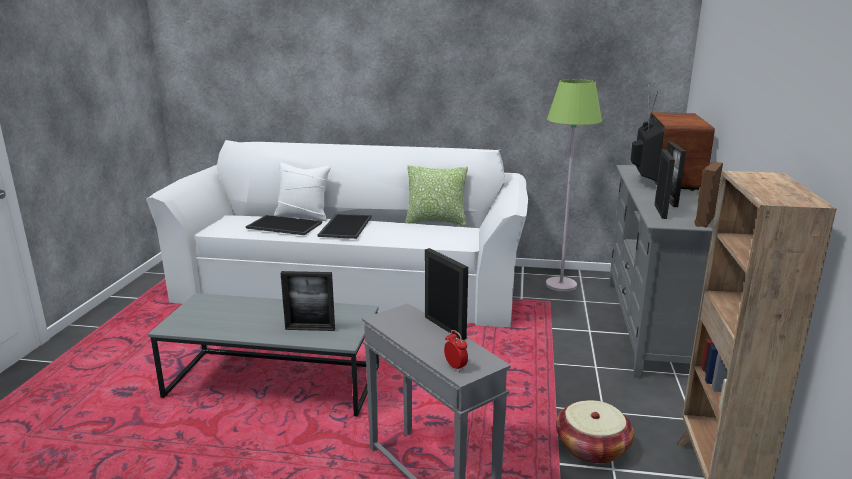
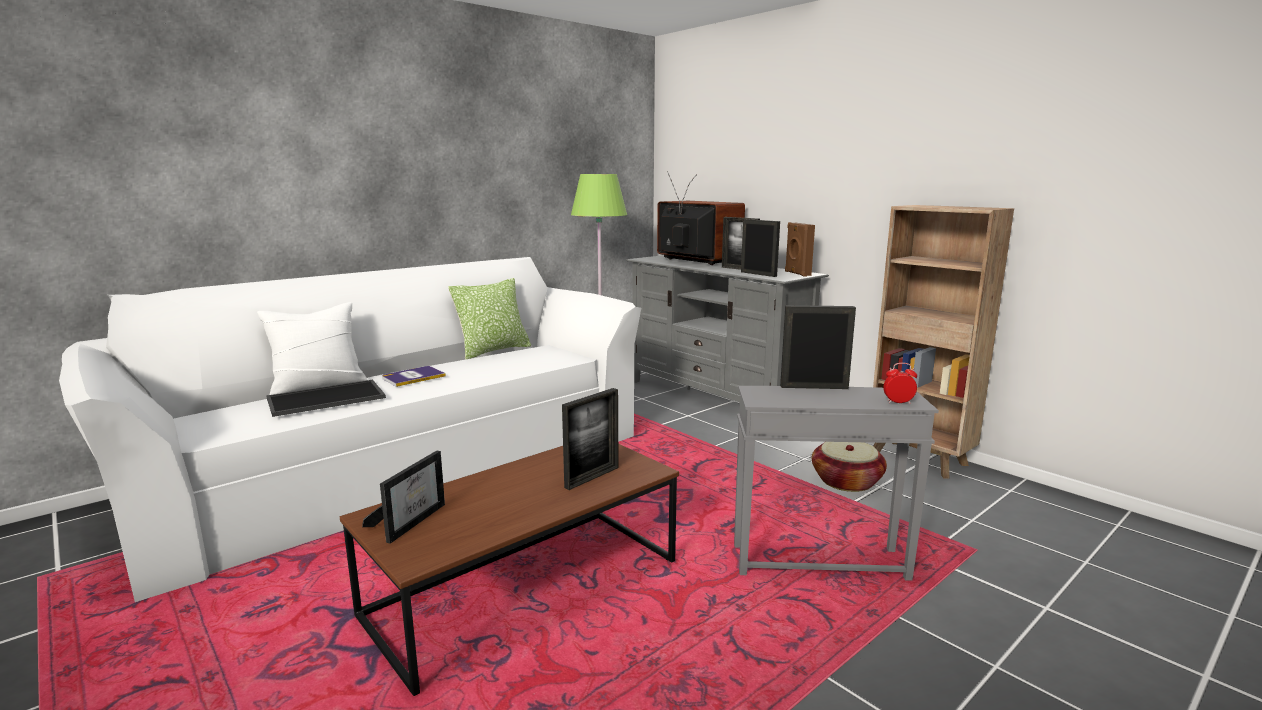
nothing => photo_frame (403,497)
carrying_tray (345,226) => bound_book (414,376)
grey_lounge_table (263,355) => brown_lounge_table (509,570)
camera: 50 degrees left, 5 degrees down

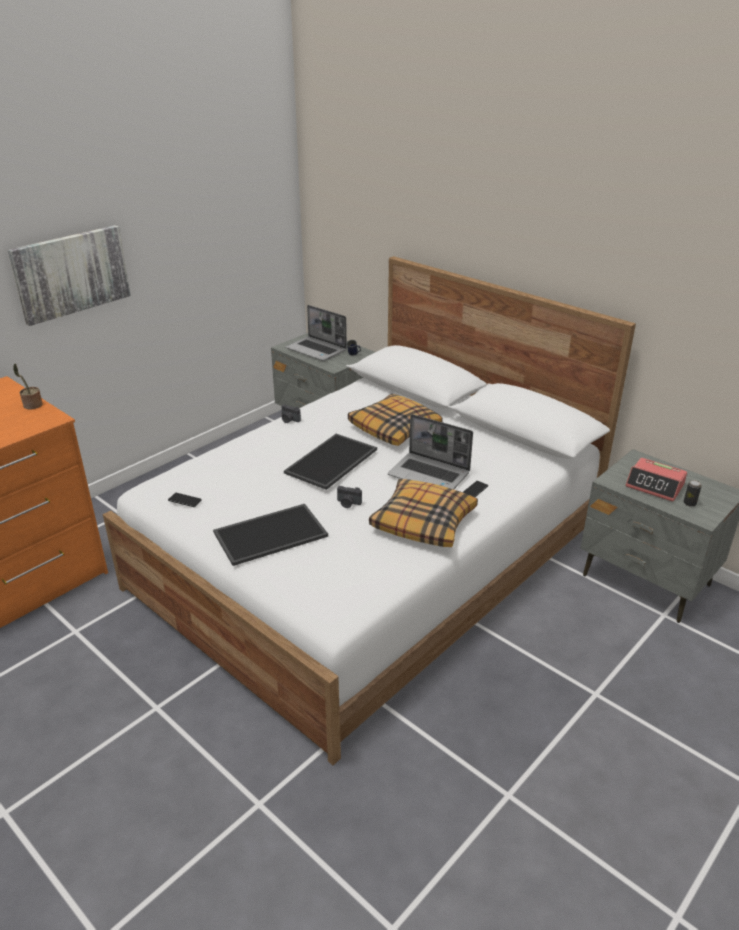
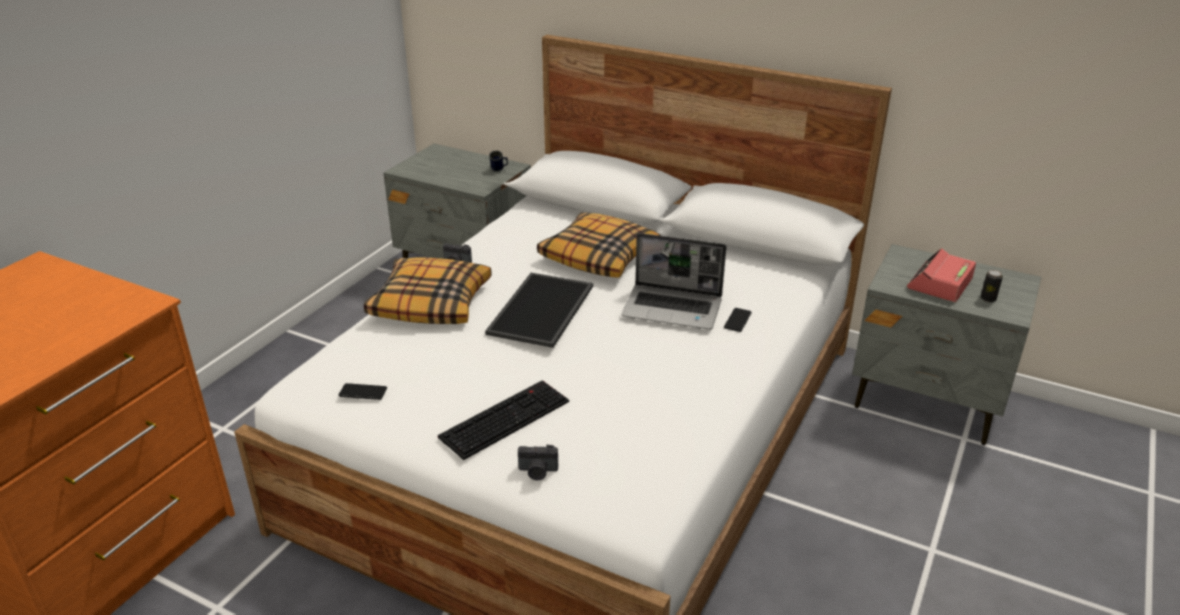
wall_picture (69,275) => nothing
houseplant (28,386) => nothing
laptop (316,333) => nothing
still_camera (349,497) => still_camera (538,462), shifted
cushion (423,513) => cushion (428,290), shifted
carrying_tray (270,535) => keyboard (503,420)
table_clock (656,480) => table_clock (941,275), 105 degrees clockwise
camera: 15 degrees left, 0 degrees up

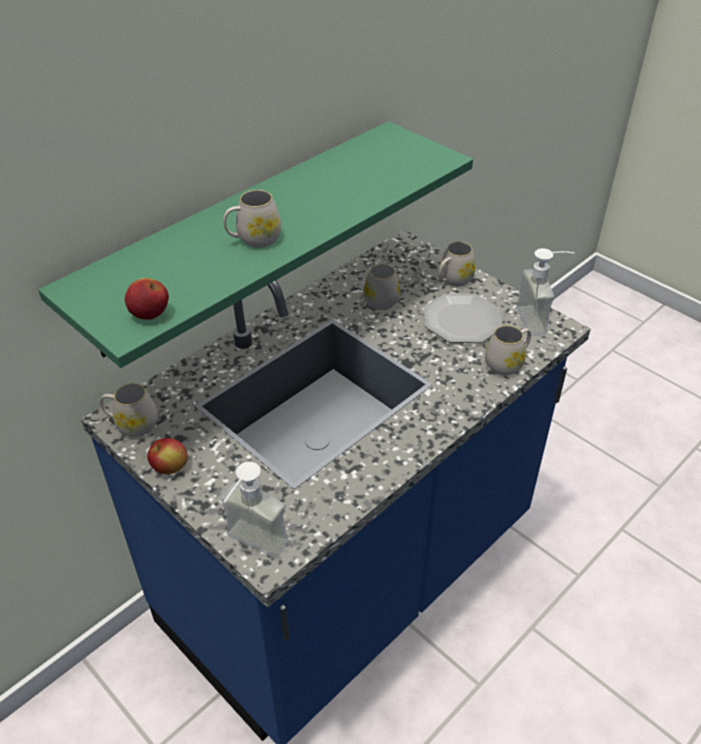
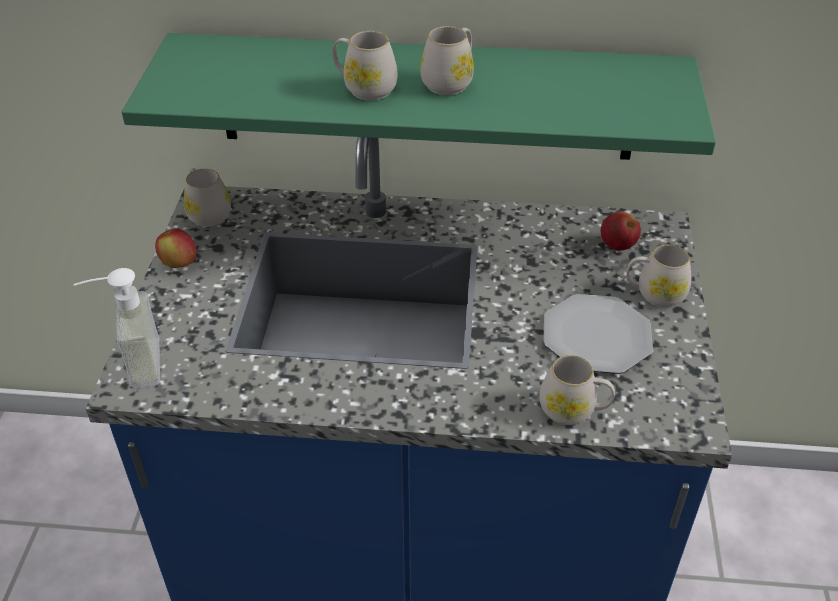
soap_dispenser (545,292) => nothing
apple (147,299) => apple (621,231), shifted
white_mug (382,286) => white_mug (447,60), shifted
camera: 50 degrees right, 0 degrees up

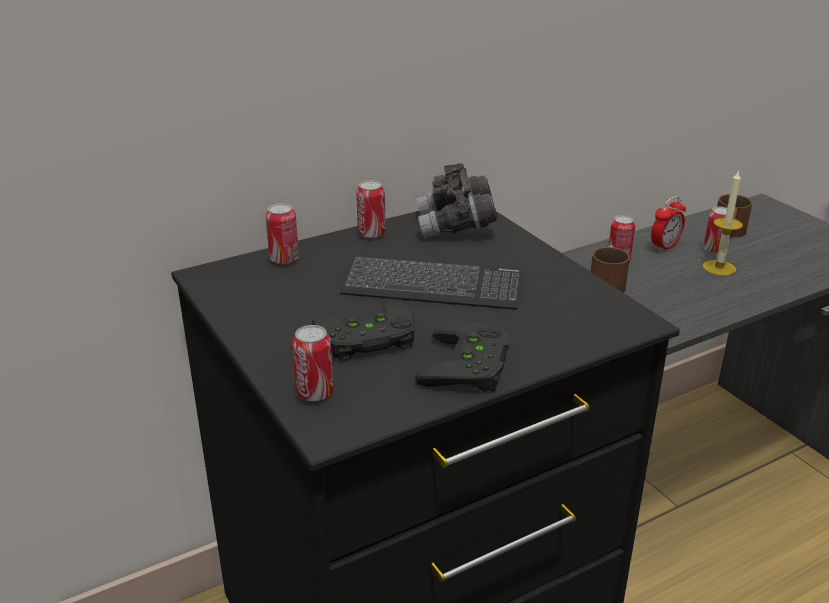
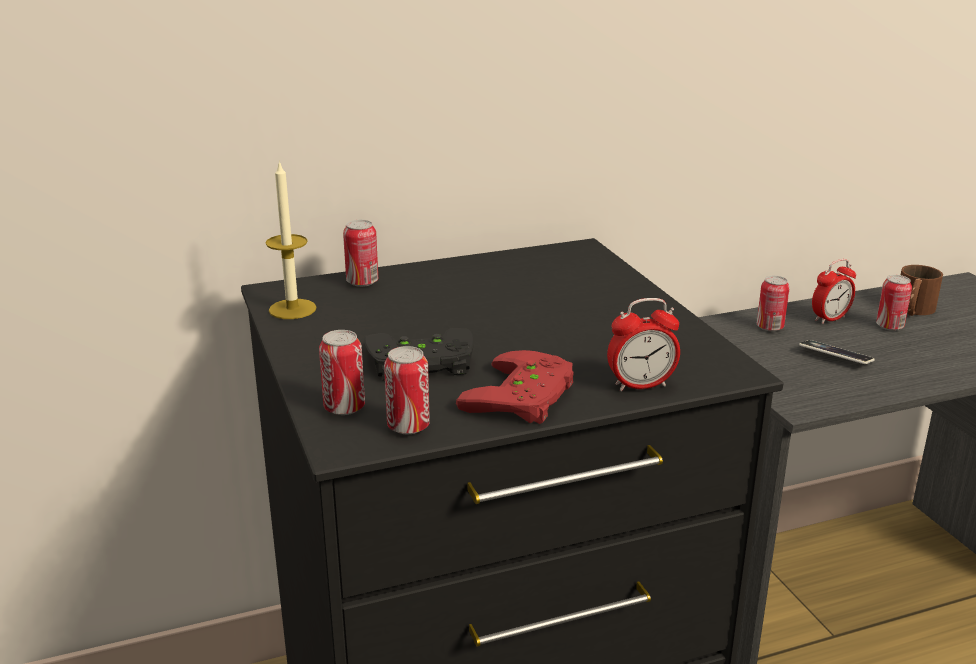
keyboard (431,282) => nothing
grey_binoculars (457,200) => nothing
brown_mug (610,268) => nothing
nothing => table_clock (643,344)
nothing => phone (837,352)
can (371,209) => can (407,390), shifted
wax_candle (723,223) => wax_candle (291,239), shifted
black_game_controller (462,356) => red-coloured_game_controller (515,387)
camera: 10 degrees right, 5 degrees down

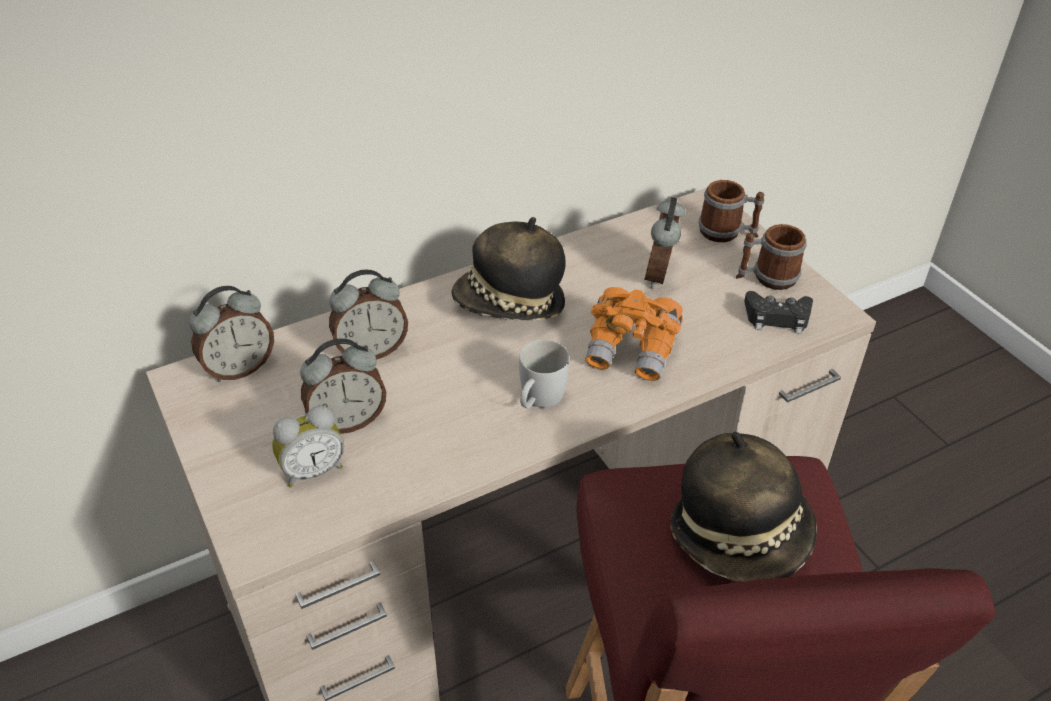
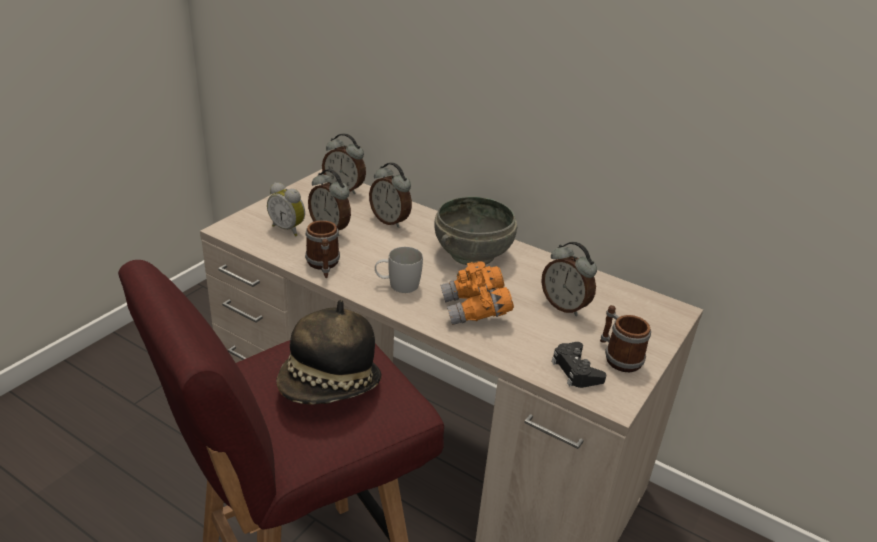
mug (731,211) => mug (322,249), shifted
wearable_hat (509,269) => grey_bowl (475,230)
table_clock (664,243) => table_clock (569,279), 120 degrees counterclockwise
camera: 60 degrees right, 10 degrees down

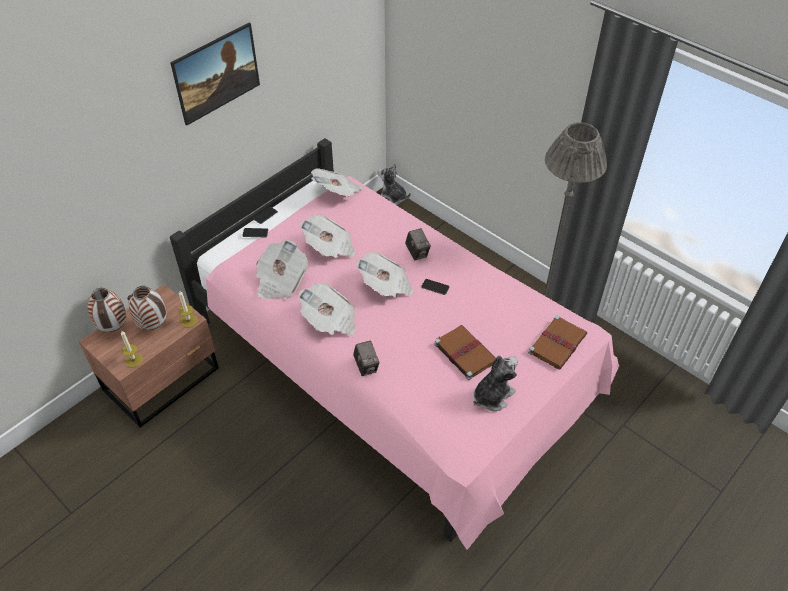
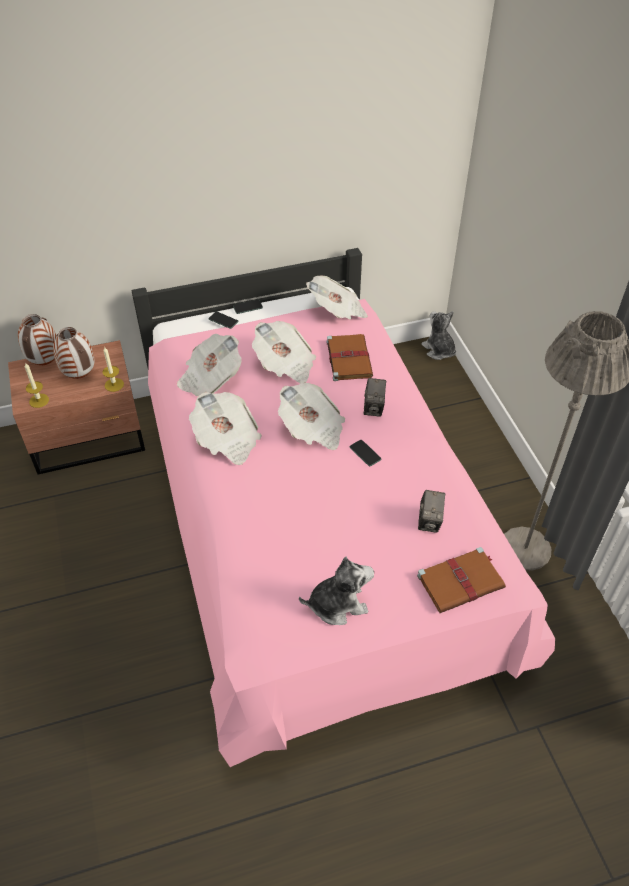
wall_picture (215,74) => nothing
still_camera (366,358) => still_camera (432,511), shifted
brown_bound_book (465,352) => brown_bound_book (349,357), shifted
camera: 30 degrees right, 0 degrees up

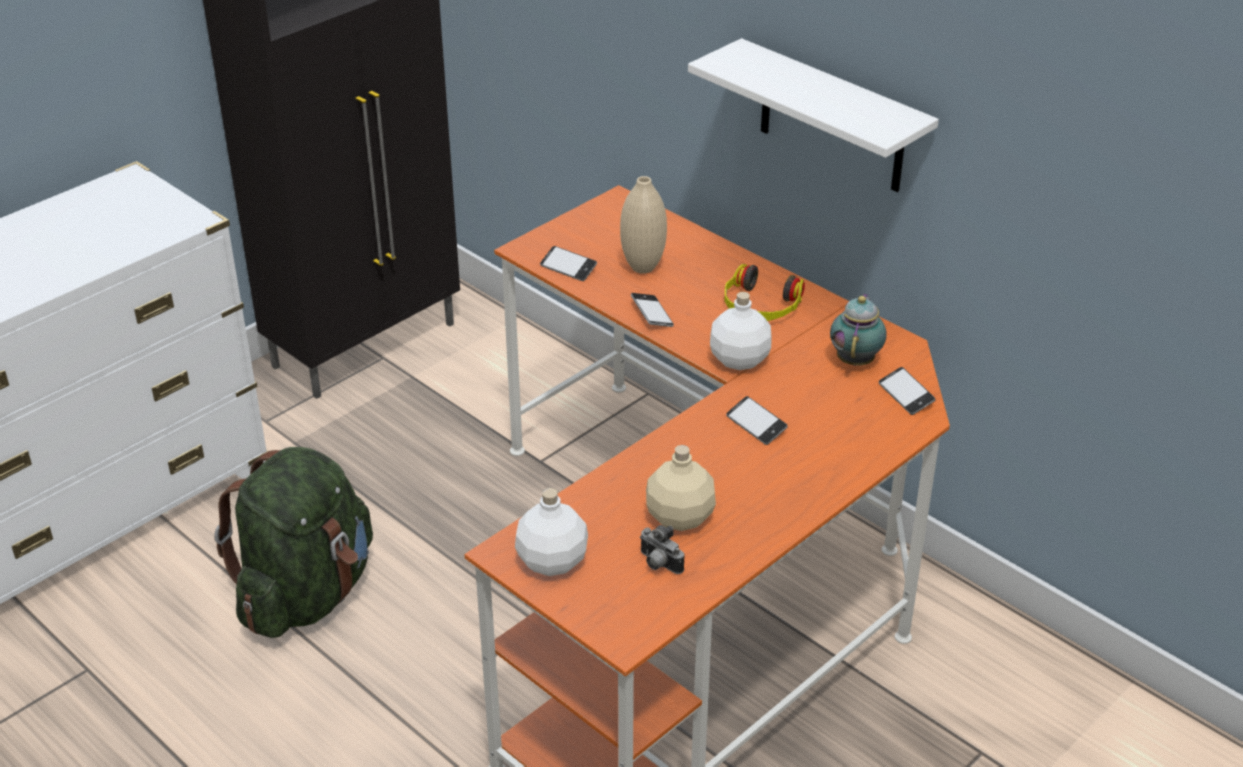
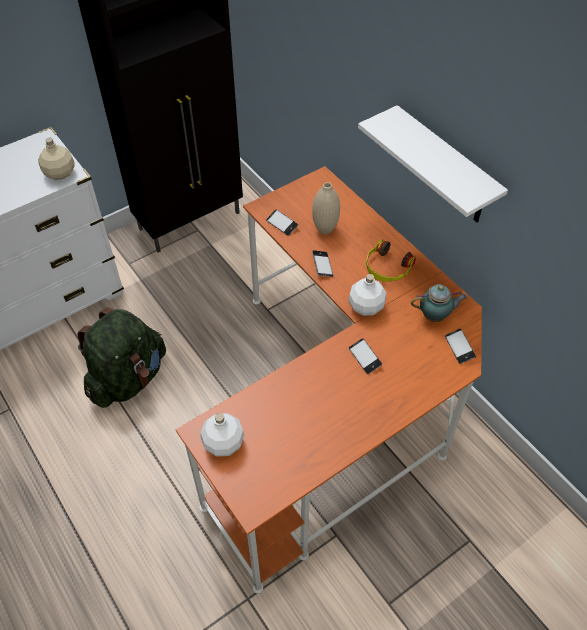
still_camera (662,549) => nothing
beige-coloured_beverage_bottle (681,488) => beige-coloured_beverage_bottle (56,159), shifted
teapot (858,329) => teapot (439,303), 60 degrees clockwise
camera: 10 degrees right, 15 degrees up

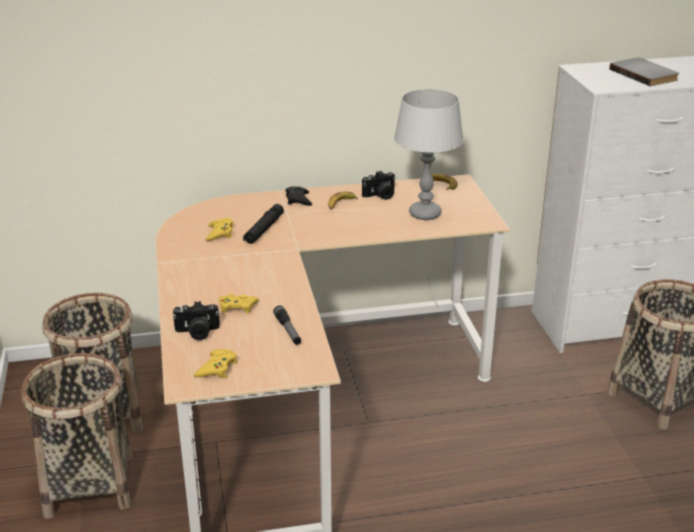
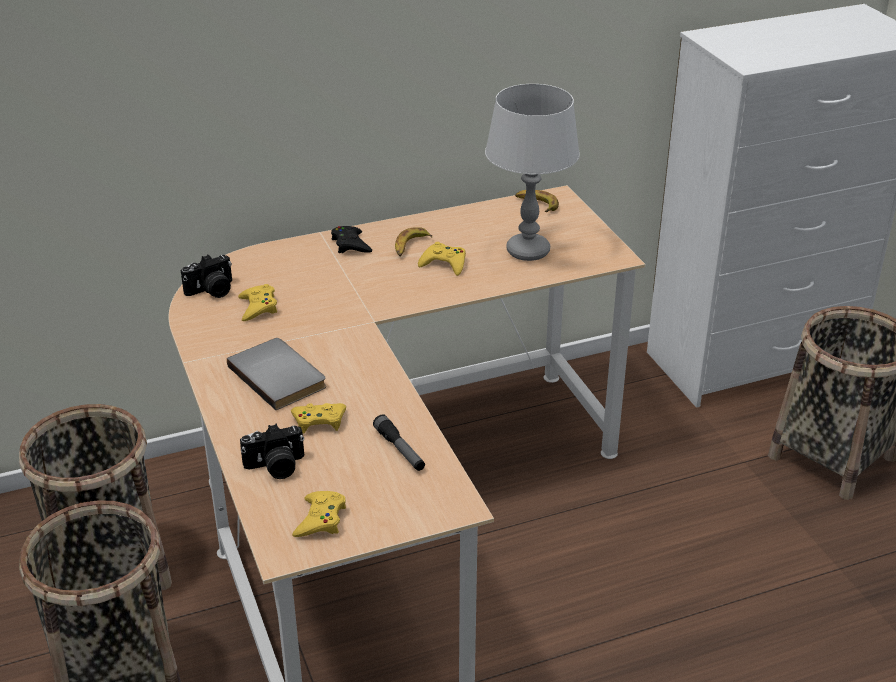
black_torch (263,224) => nothing
nothing => yellowish_game_controller (442,259)
still_camera (379,185) => still_camera (206,276), shifted
grey_bound_book (644,72) => grey_bound_book (276,374), shifted
camera: 10 degrees left, 5 degrees up

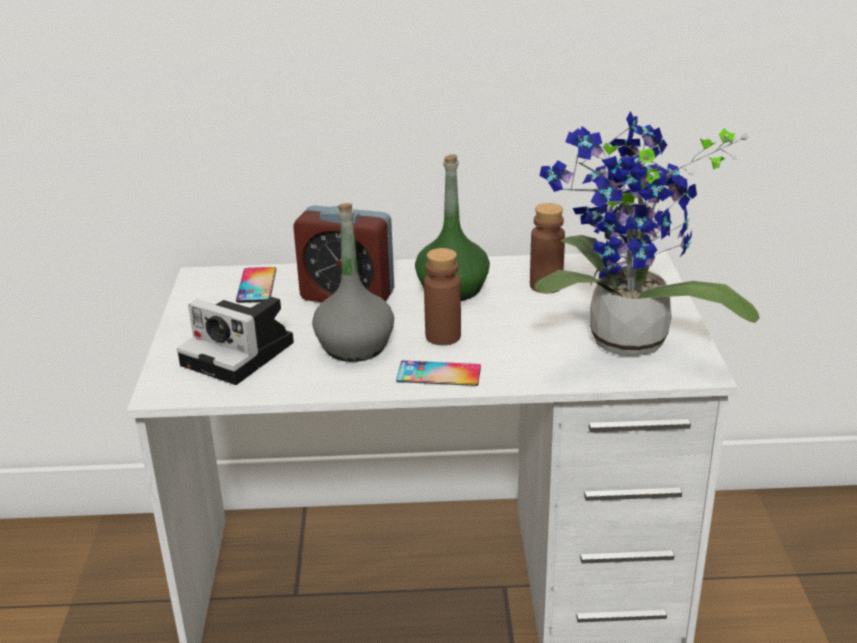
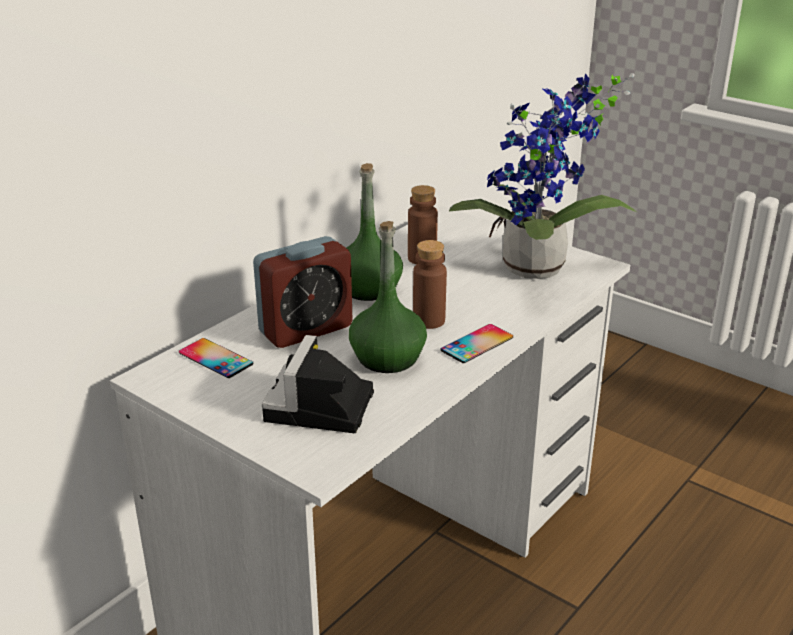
grey_beverage_bottle (353,282) => green_beverage_bottle (388,297)
still_camera (235,341) => still_camera (318,384), 120 degrees clockwise
camera: 50 degrees left, 0 degrees up

